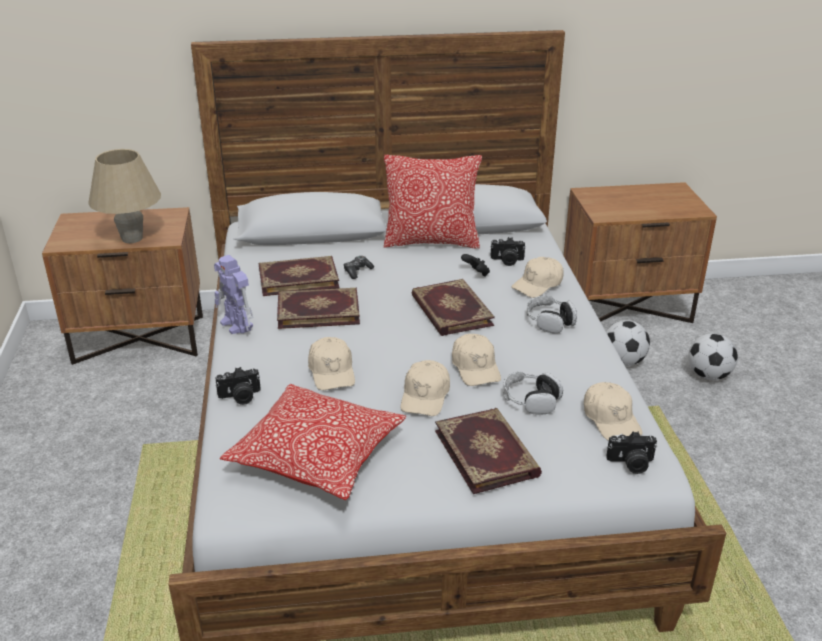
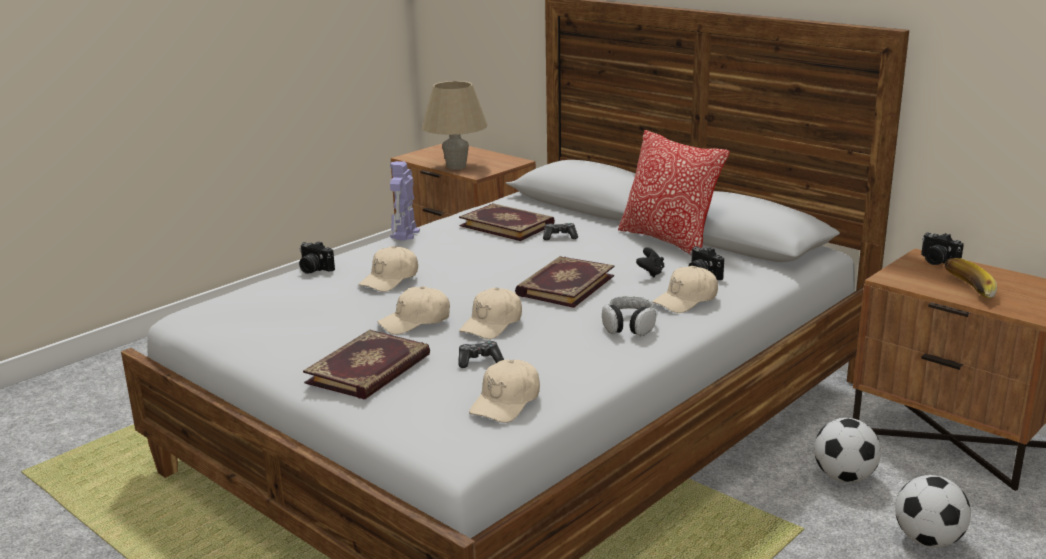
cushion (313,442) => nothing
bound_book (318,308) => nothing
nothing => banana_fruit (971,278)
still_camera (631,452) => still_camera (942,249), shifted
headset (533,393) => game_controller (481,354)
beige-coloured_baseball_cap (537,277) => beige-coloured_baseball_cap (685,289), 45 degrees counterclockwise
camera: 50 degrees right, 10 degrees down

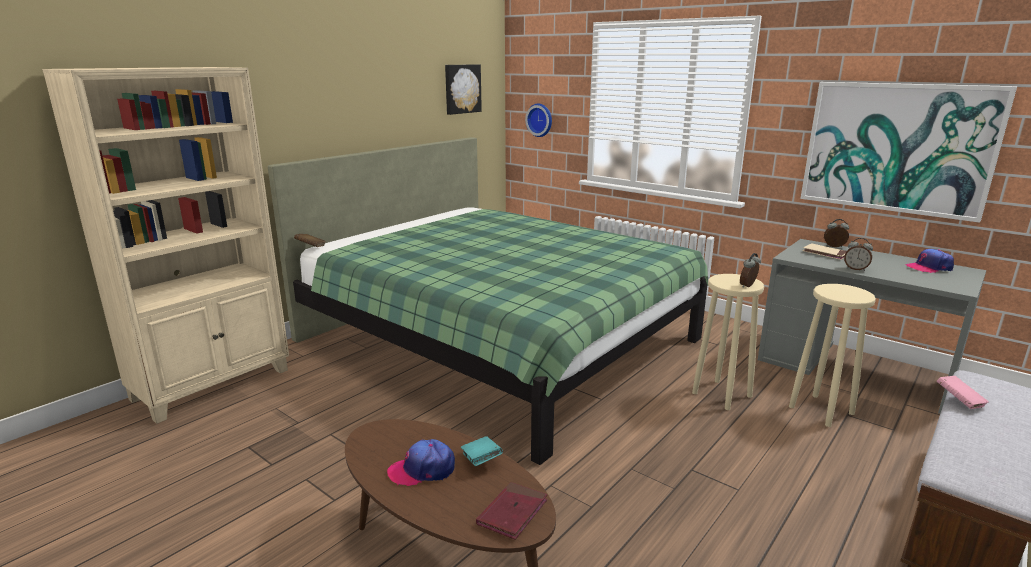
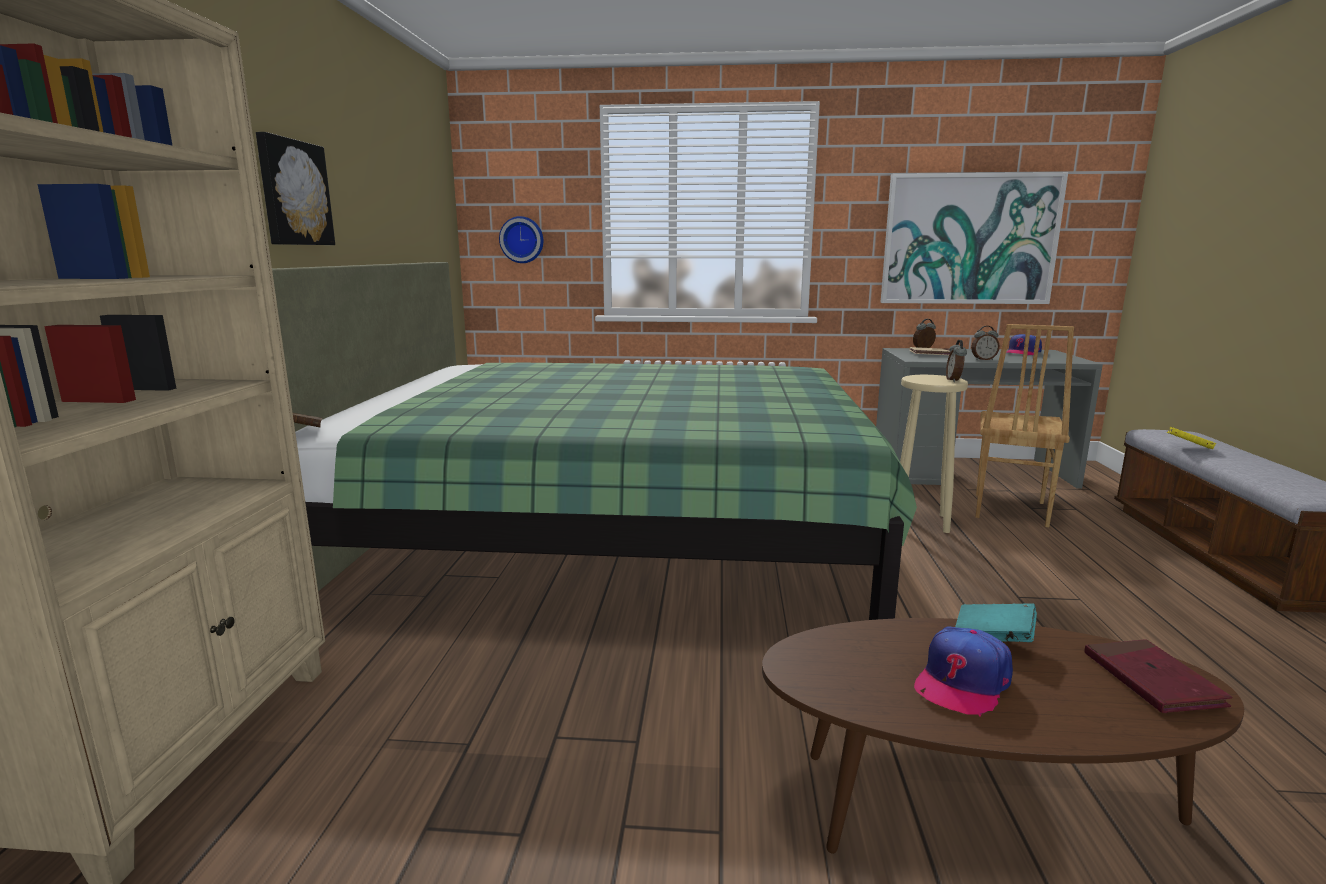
wall_picture (463,89) => wall_picture (295,188), shifted
beige-coloured_sitting_stool (832,355) => brown_upright_chair (1025,425)
pink-coloured_bound_book (963,392) => yellowish_bound_book (1191,438)
camera: 35 degrees left, 5 degrees down

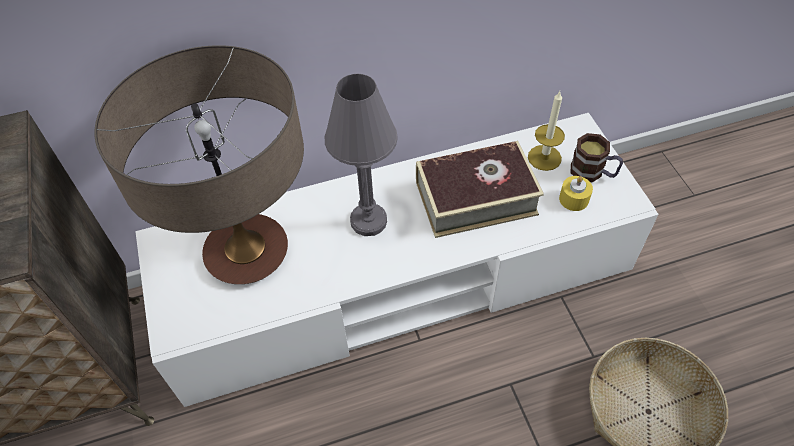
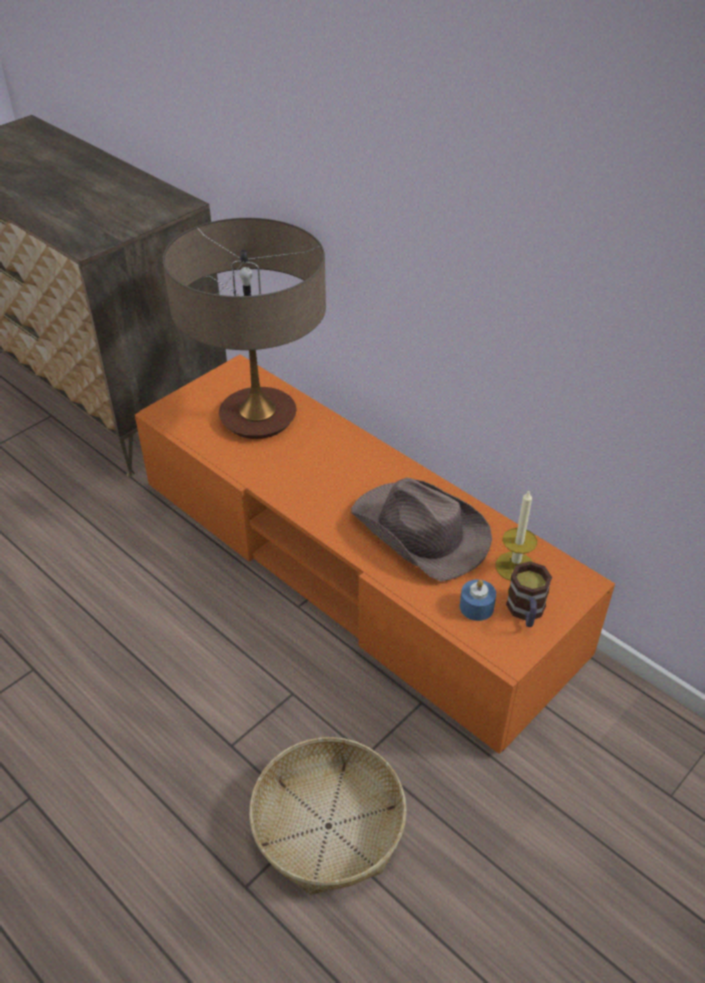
grey_lamp_for_a_table (361,155) => nothing
bound_book (480,189) => brown_wearable_hat (421,529)
white_media_console (397,260) => orange-coloured_media_console (375,554)
yellowish_wax_candle (576,193) => blue_wax_candle (478,600)
camera: 60 degrees right, 10 degrees down

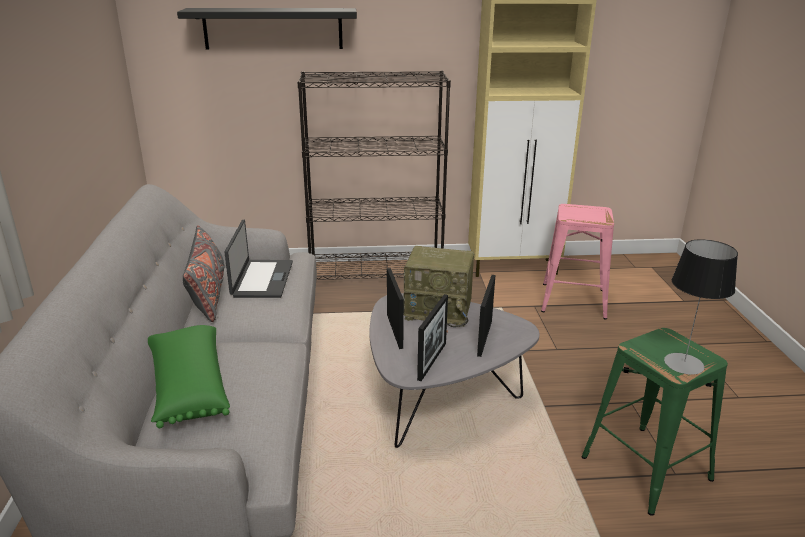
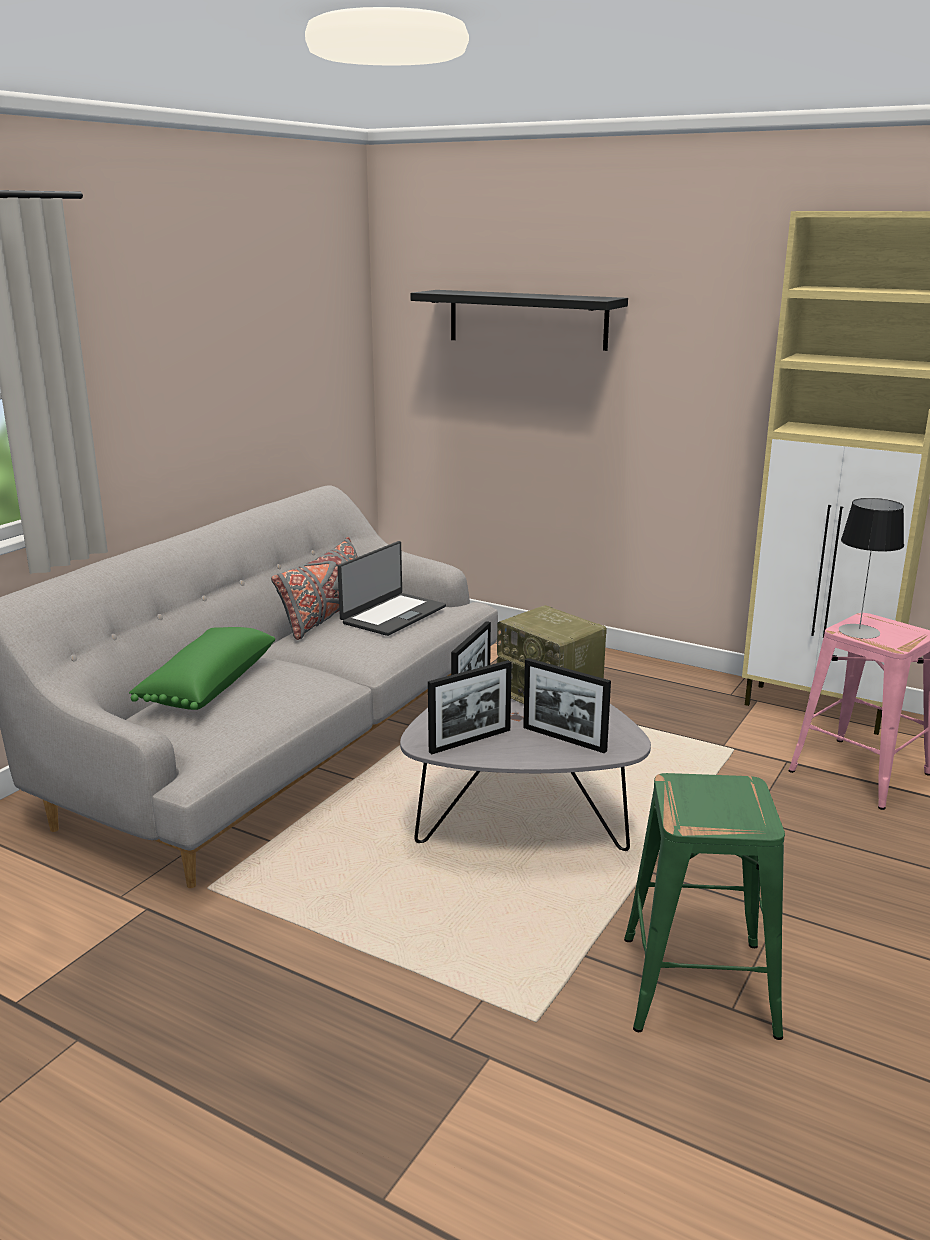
black_bookcase (374,175) => nothing
lamp_for_a_table (701,307) => lamp_for_a_table (871,568), shifted
photo_frame (486,316) => photo_frame (567,705), 105 degrees counterclockwise
camera: 35 degrees right, 5 degrees down

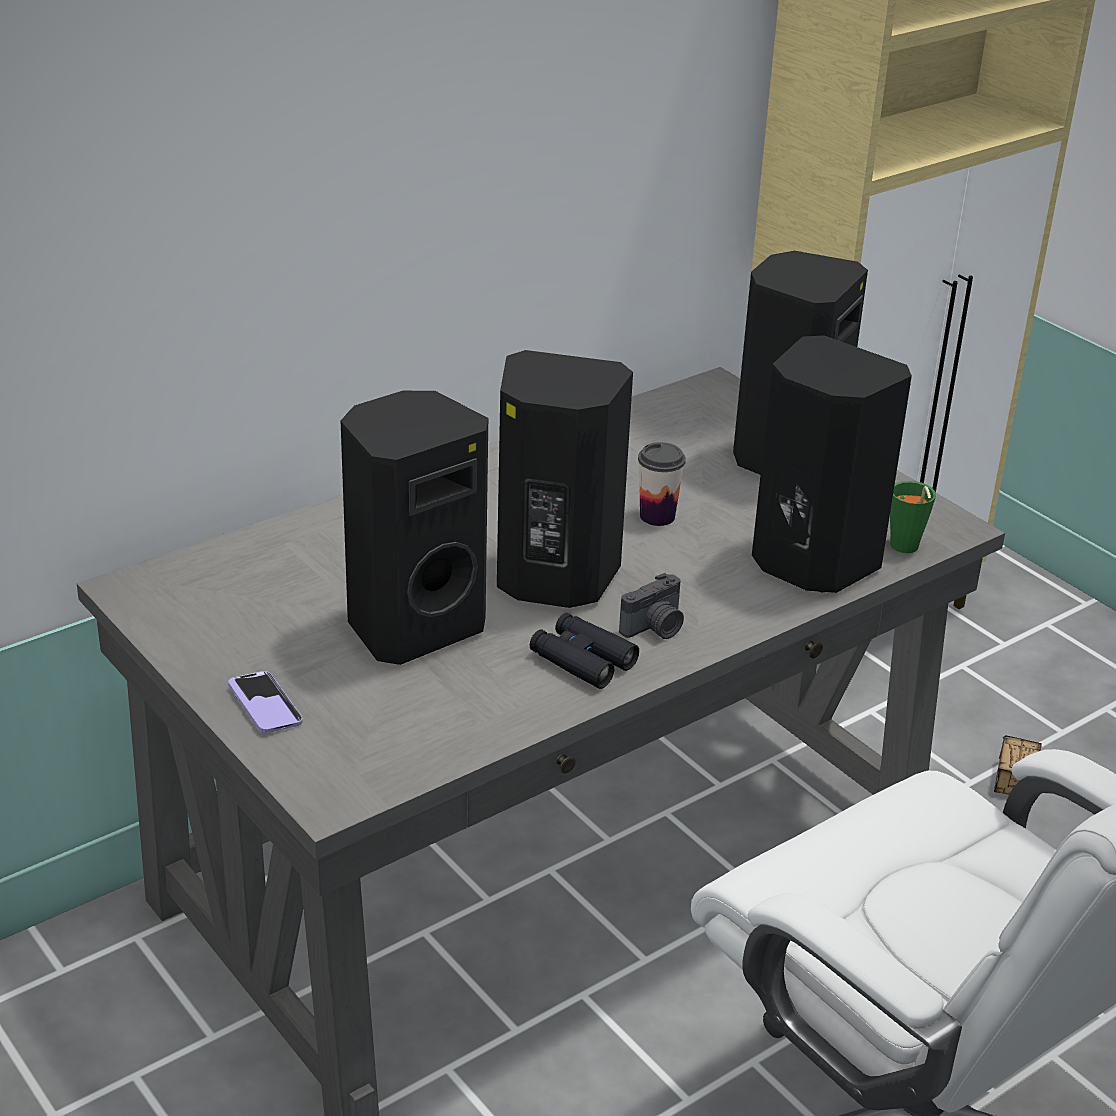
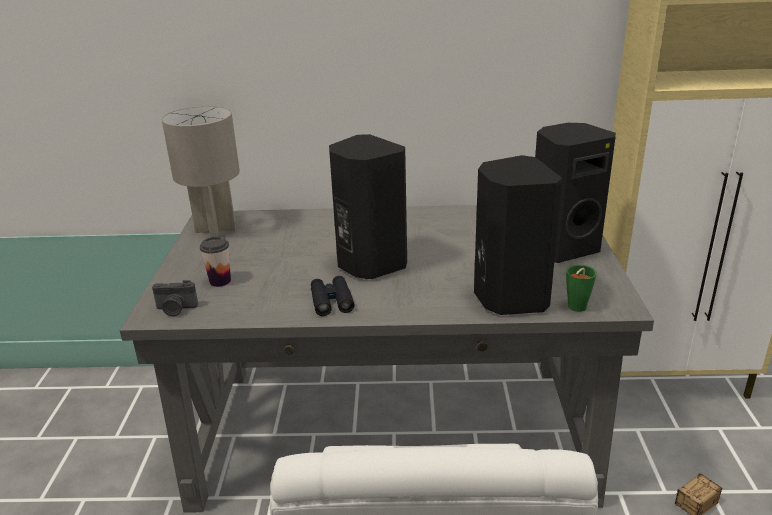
phone (265,702) => nothing
black_speaker (414,528) => nothing
nothing => grey_lamp_for_a_table (201,171)
still_camera (651,606) => still_camera (175,298), shifted
drinking_cup (662,484) => drinking_cup (215,262), shifted
camera: 40 degrees right, 5 degrees down

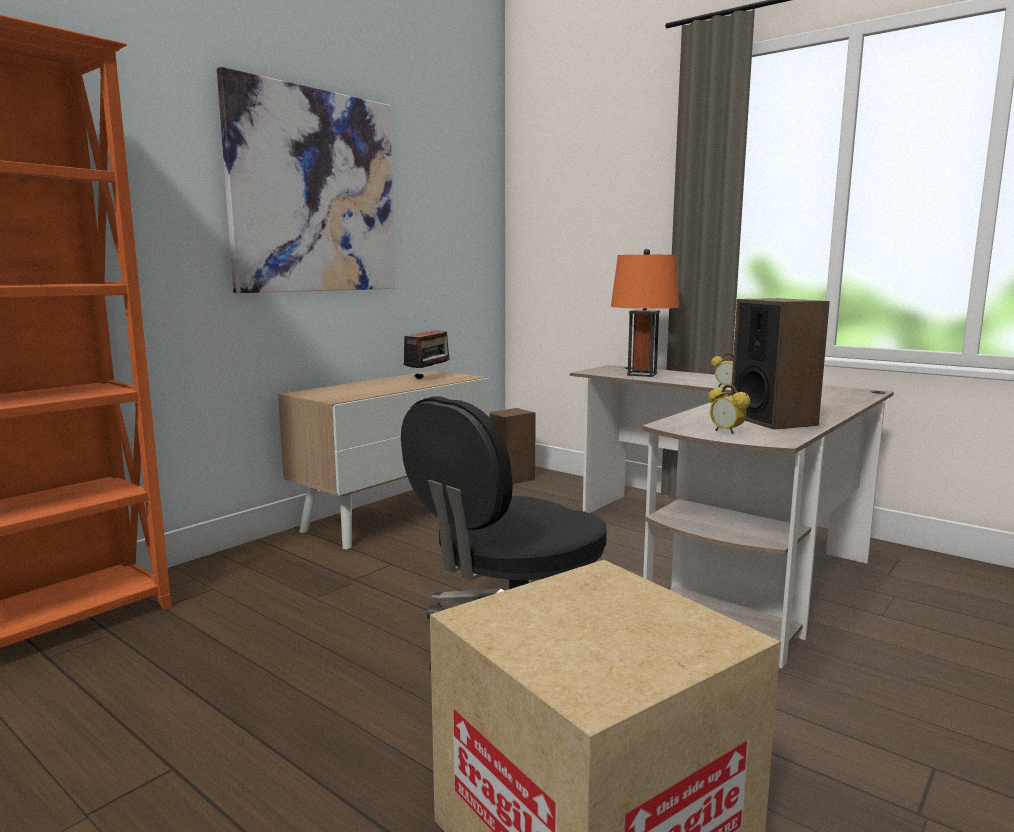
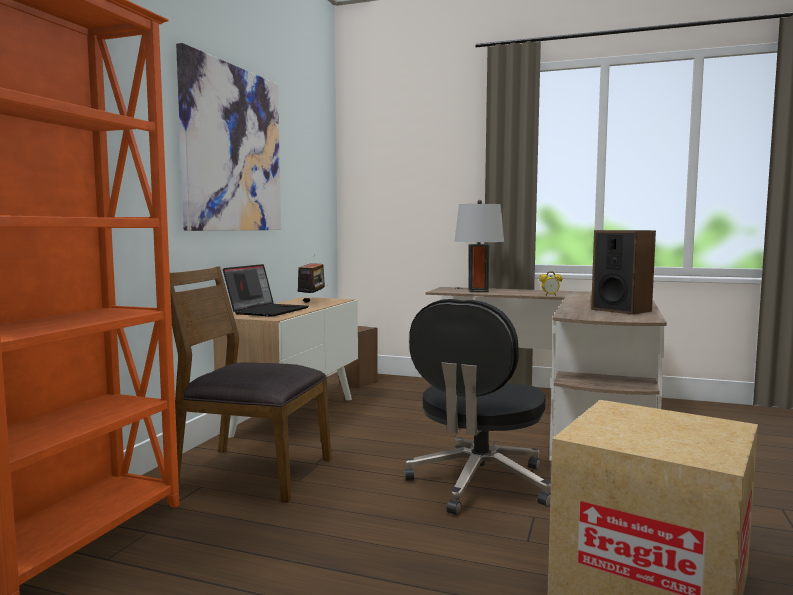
table_clock (729,409) => nothing
nothing => brown_upright_chair (250,384)
nothing => laptop (266,290)
orange-coloured_lamp_for_a_table (645,313) => grey_lamp_for_a_table (479,246)
camera: 20 degrees left, 5 degrees down

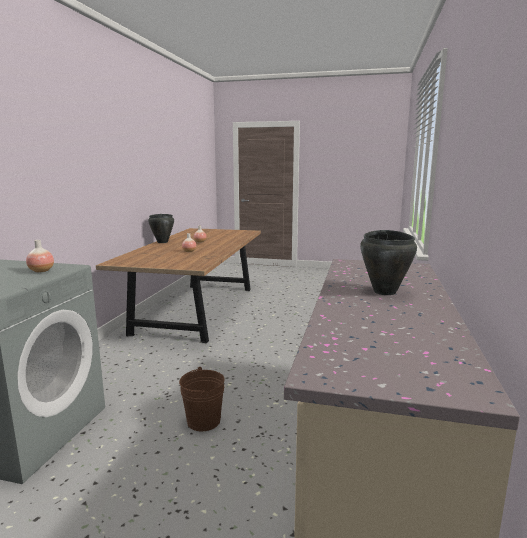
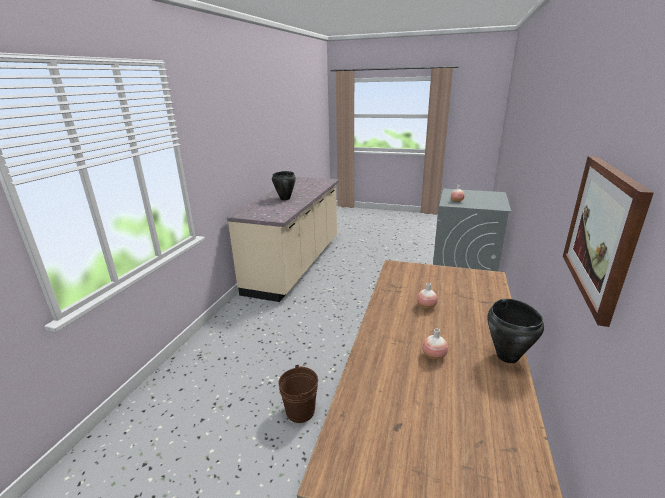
nothing => wall_picture (608,241)
brown_bucket (202,399) => brown_bucket (298,394), shifted
camera: 175 degrees left, 10 degrees up

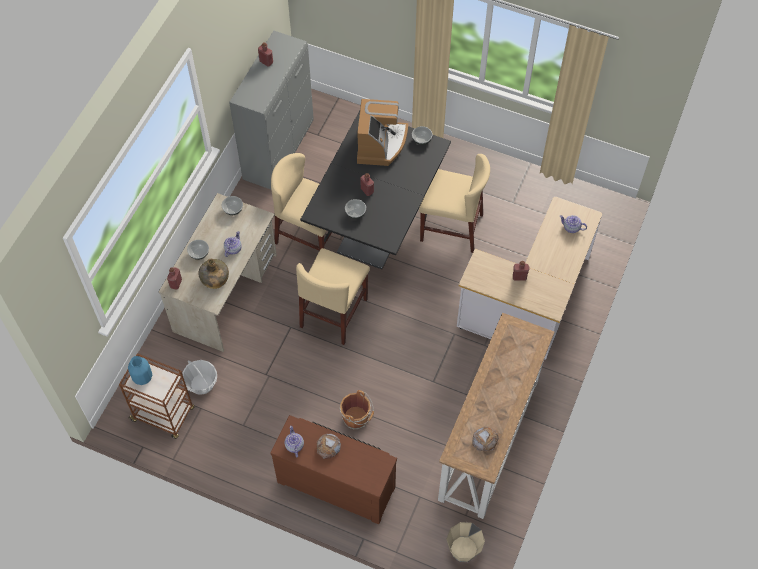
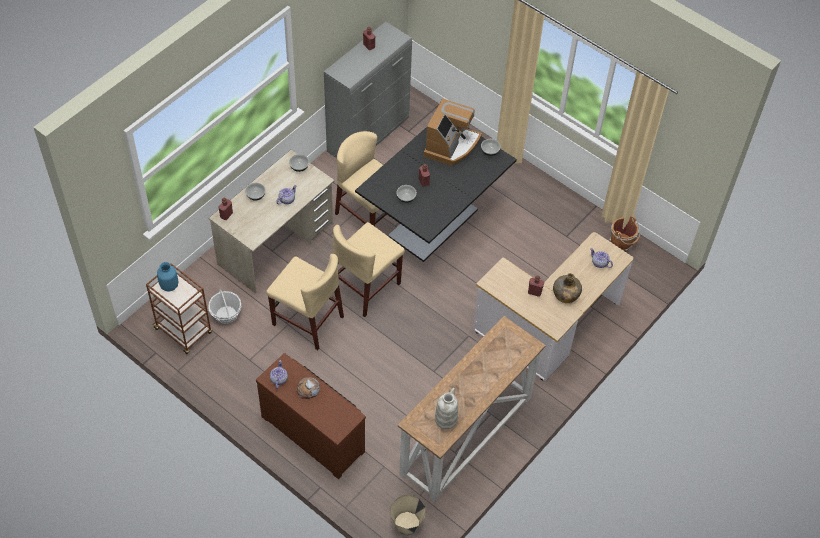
green_beverage_bottle (214,274) => green_beverage_bottle (567,288), shifted
brown_bucket (357,409) => brown_bucket (624,233), shifted
beige-coloured_upright_chair (454,203) => beige-coloured_upright_chair (305,302), shifted
bakery_bread (485,439) => white_decorative_vase (446,408)
camera: 15 degrees right, 5 degrees down

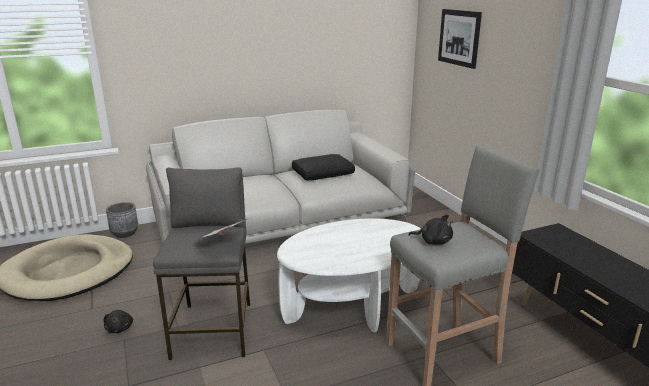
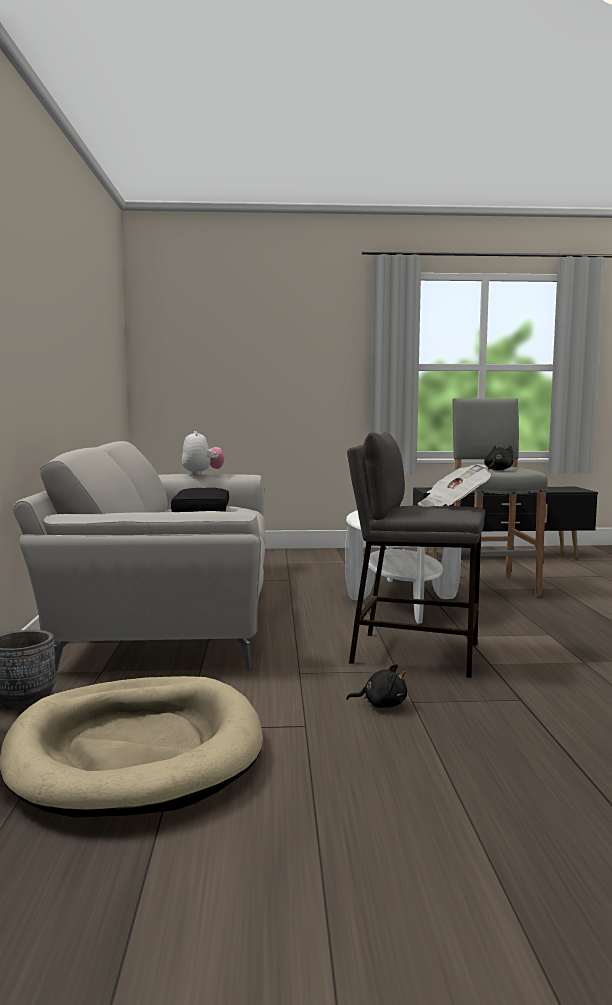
wall_picture (460,39) => nothing
nothing => soft_toy (203,453)
camera: 70 degrees left, 15 degrees down

